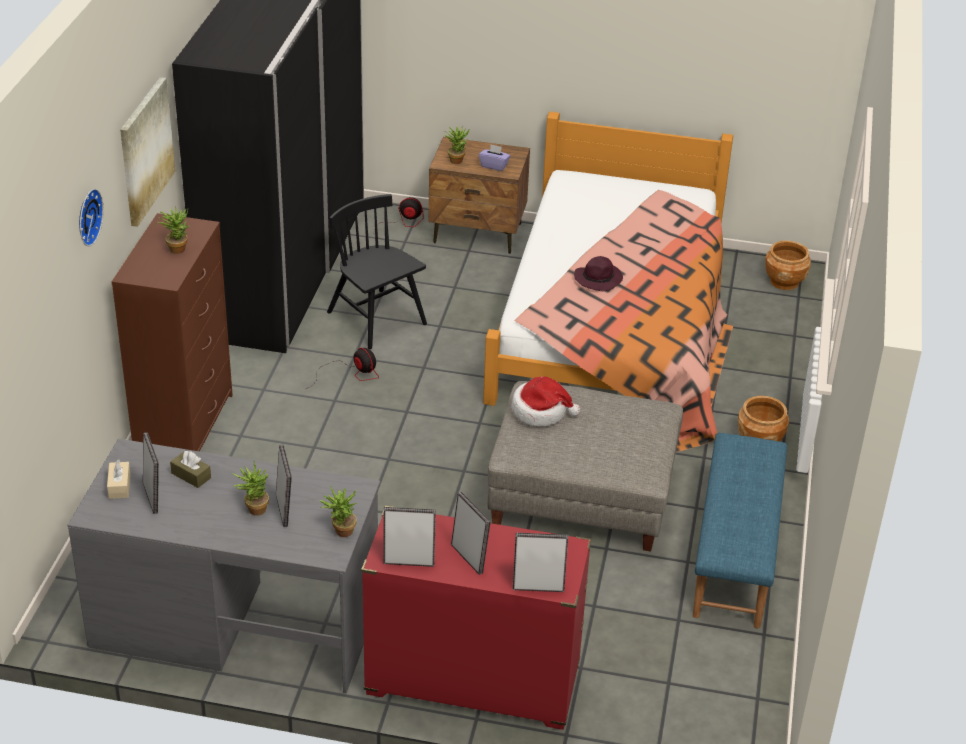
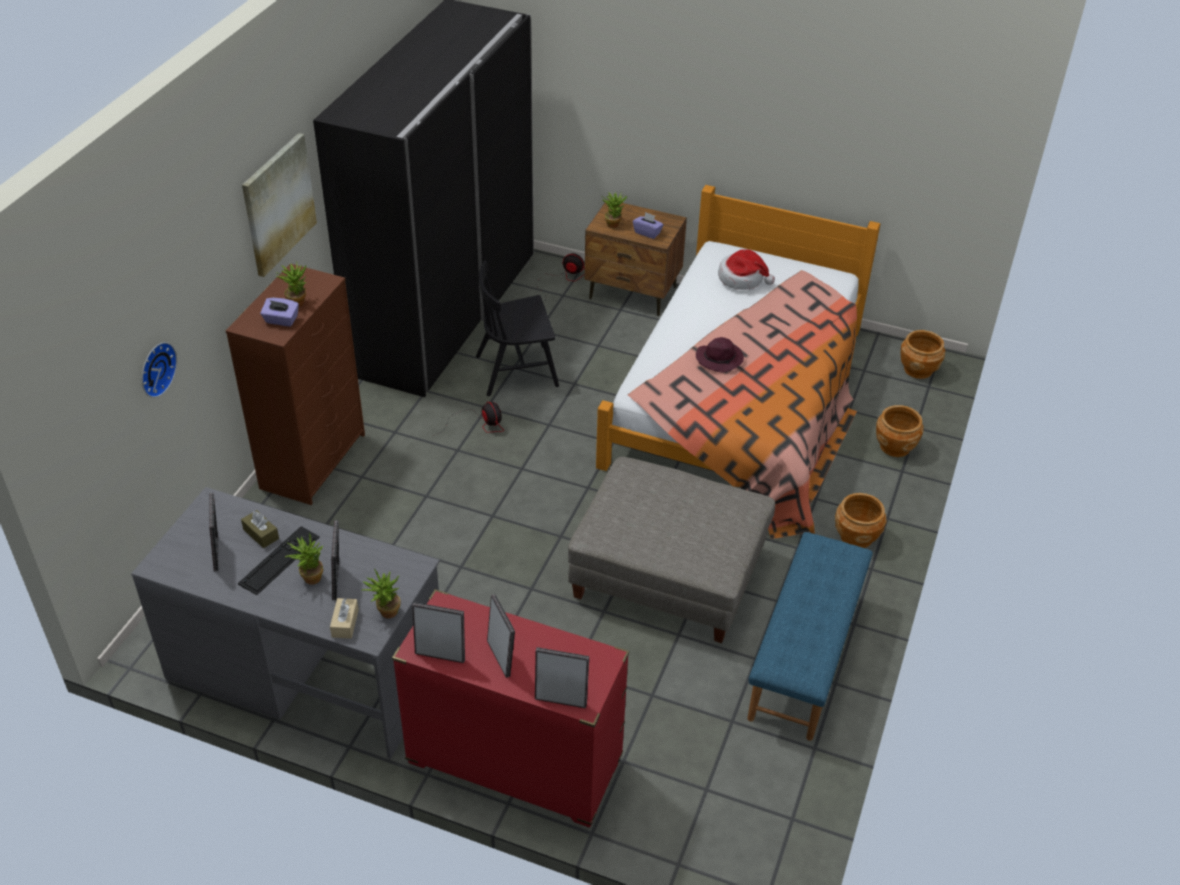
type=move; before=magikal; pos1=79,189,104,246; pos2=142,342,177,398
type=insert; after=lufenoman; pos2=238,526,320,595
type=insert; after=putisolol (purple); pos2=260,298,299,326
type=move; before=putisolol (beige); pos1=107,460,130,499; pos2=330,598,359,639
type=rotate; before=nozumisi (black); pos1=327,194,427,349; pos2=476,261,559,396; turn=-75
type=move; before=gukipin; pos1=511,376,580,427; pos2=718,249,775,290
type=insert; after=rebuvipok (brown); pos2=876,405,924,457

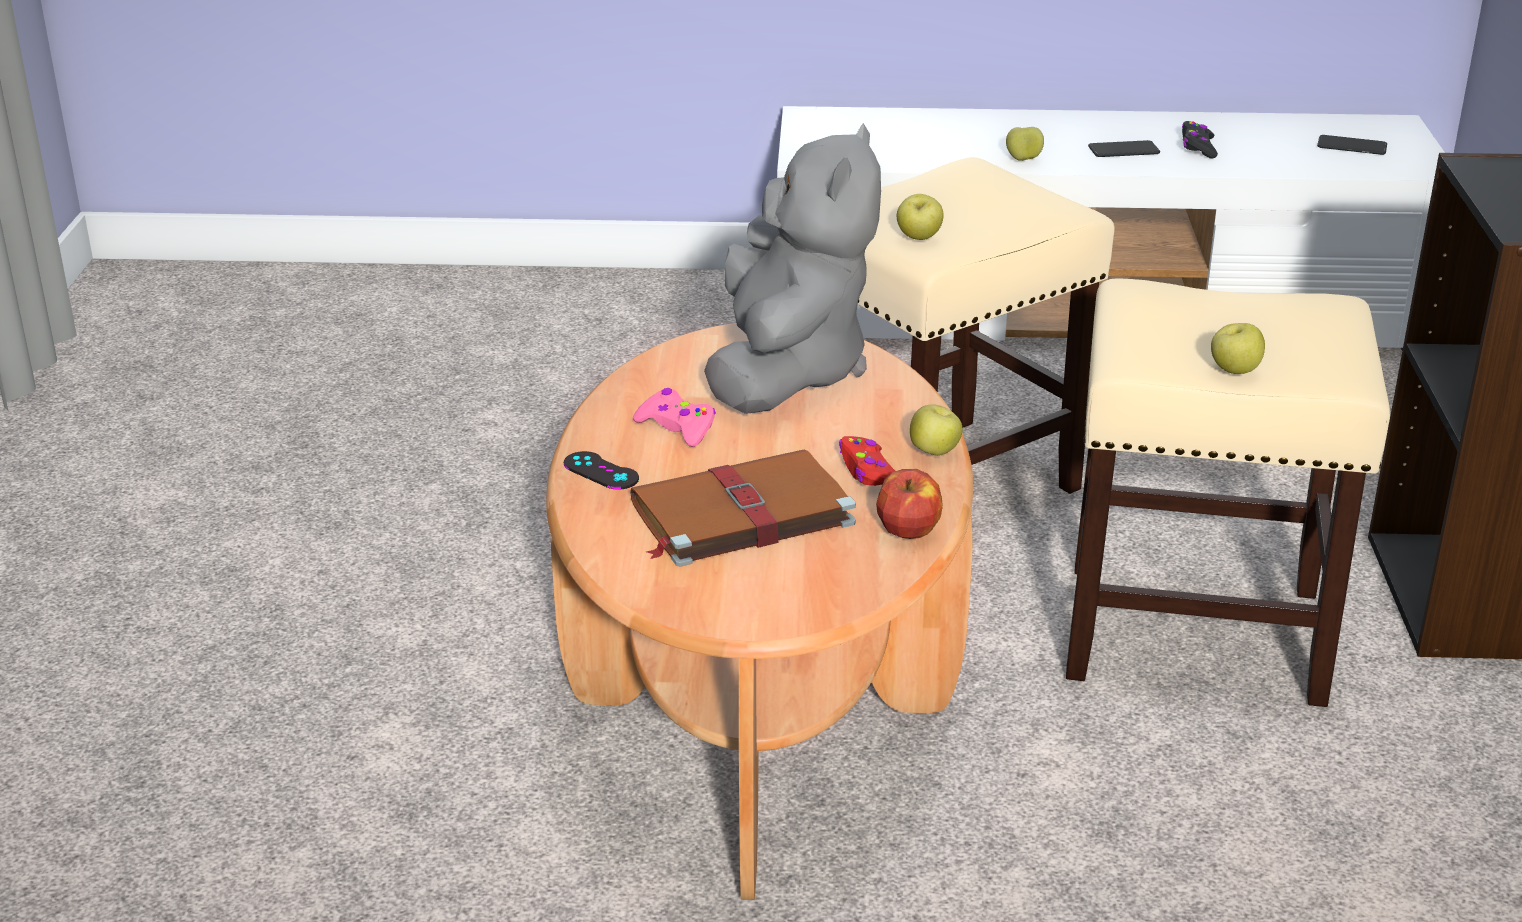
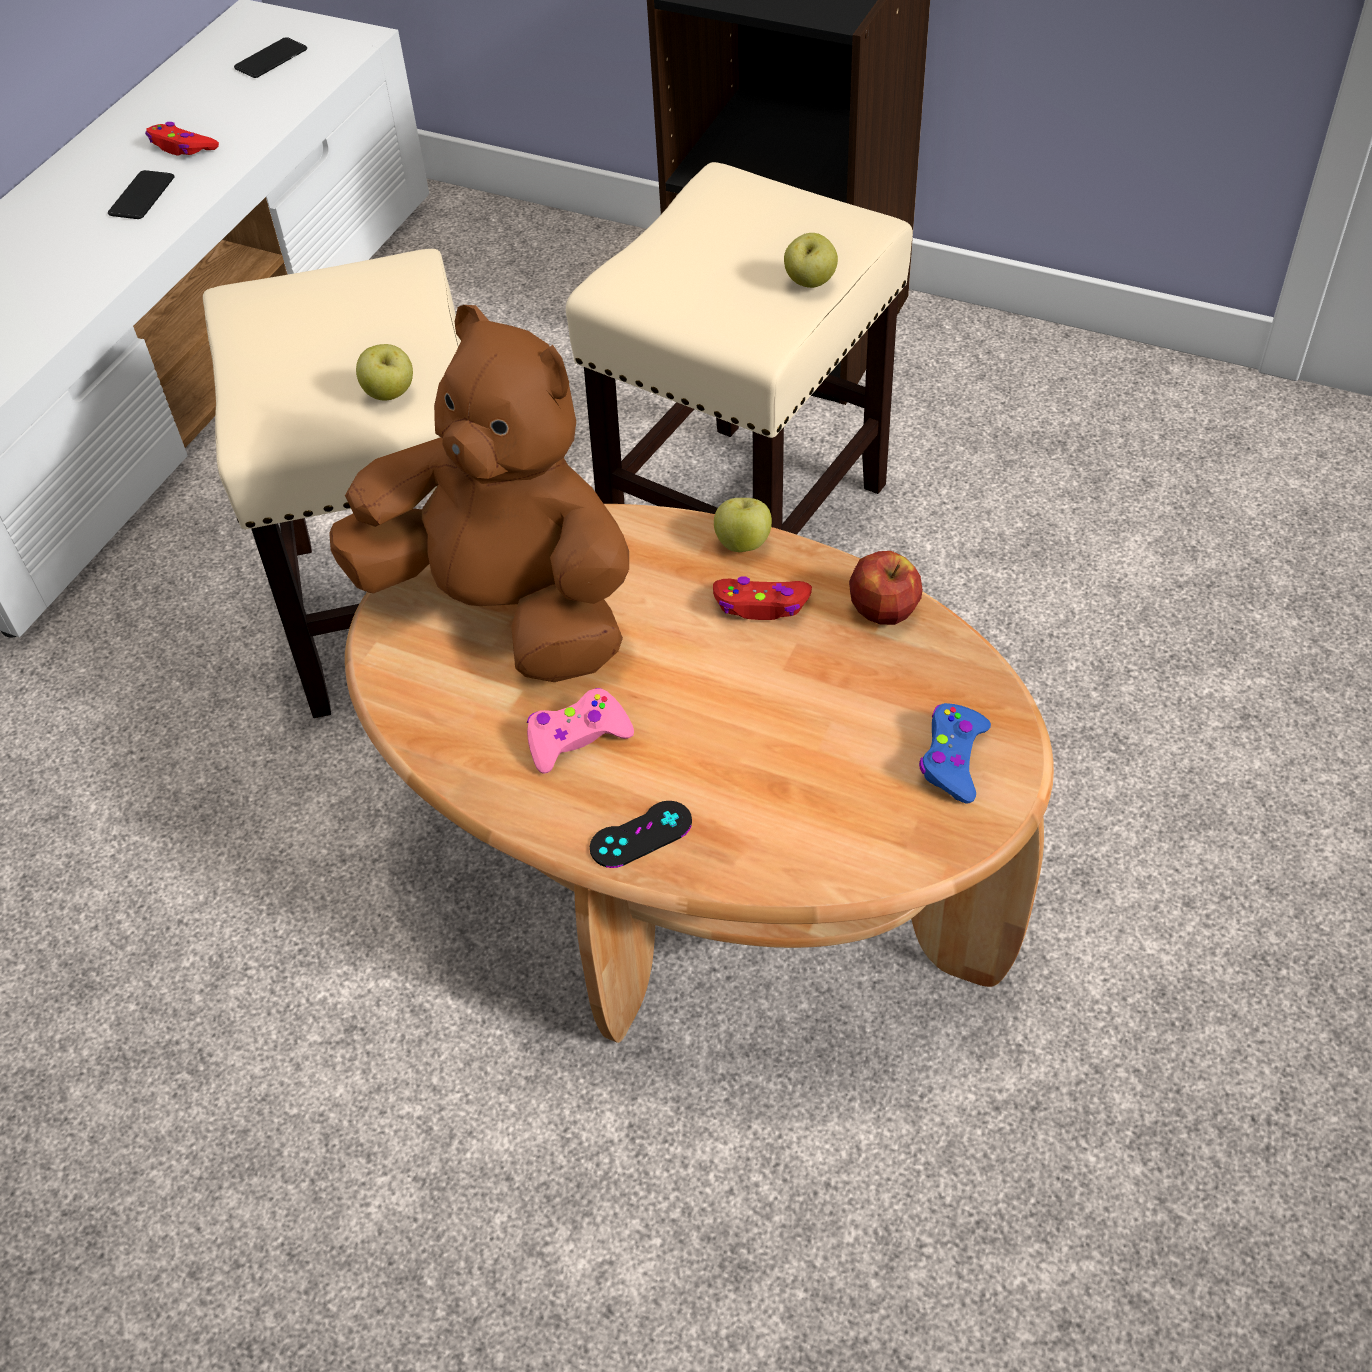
type=recolor; before=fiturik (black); after=fiturik (red); pos1=1182,121,1218,159; pos2=145,122,219,156
type=recolor; before=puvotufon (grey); after=puvotufon (brown); pos1=704,123,881,414; pos2=329,305,629,682
type=insert; after=fiturik (blue); pos2=919,703,991,804
type=delete; before=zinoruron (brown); pos1=630,450,856,567
type=delete; before=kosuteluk; pos1=1006,127,1044,161

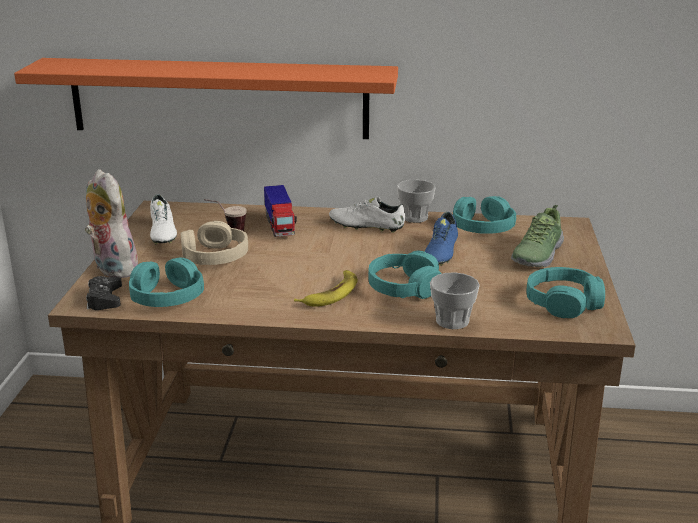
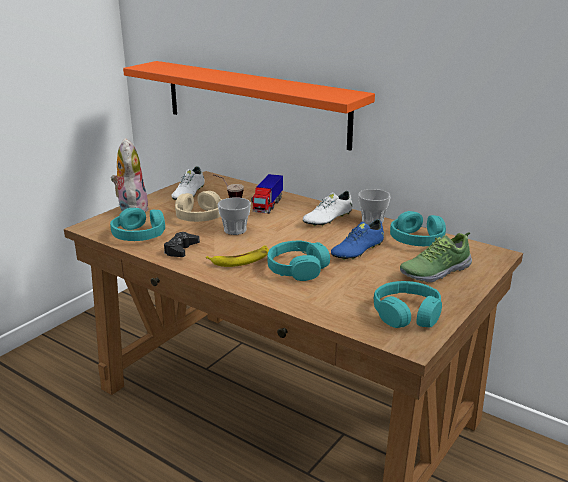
type=move; before=fiturik (black); pos1=86,276,122,310; pos2=164,232,200,257
type=move; before=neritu; pos1=430,272,480,329; pos2=218,197,251,235
type=rotate; before=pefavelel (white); pos1=329,197,405,233; pos2=303,191,352,226; turn=-90

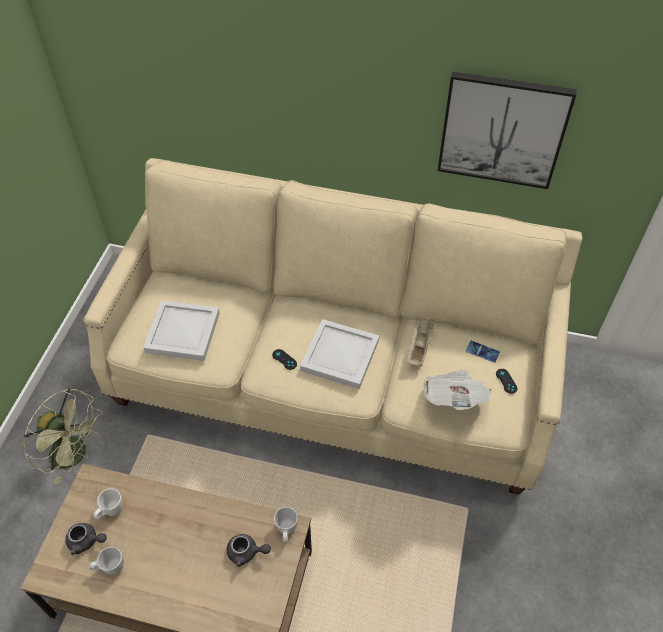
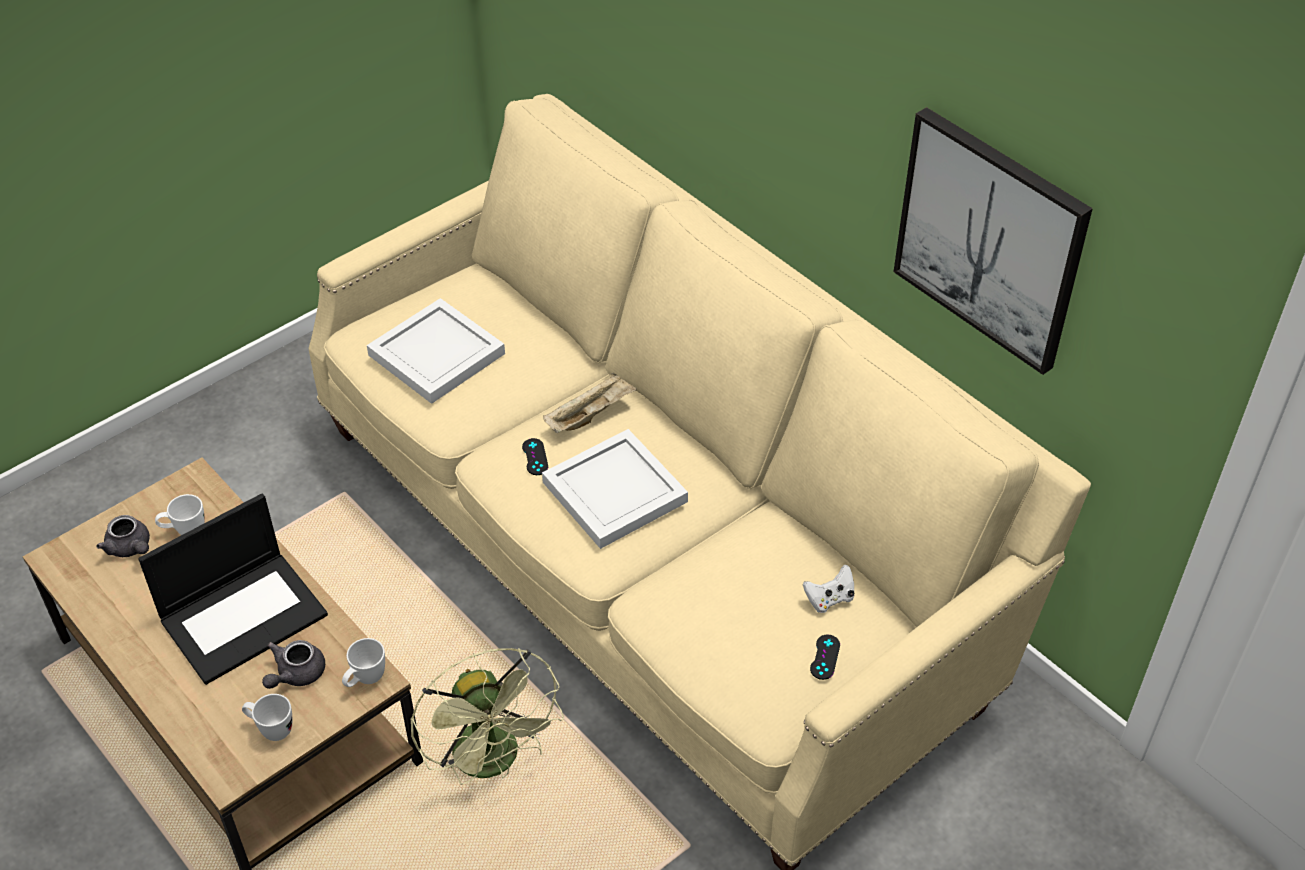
type=insert; after=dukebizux; pos2=138,494,328,685
type=move; before=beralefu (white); pos1=89,547,124,575; pos2=242,694,293,741
type=rotate; before=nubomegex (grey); pos1=227,534,271,567; pos2=262,640,325,689; turn=75
type=move; before=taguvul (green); pos1=23,388,103,484; pos2=411,648,564,785
type=move; before=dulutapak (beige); pos1=406,317,436,367; pos2=543,373,637,433
type=replace; before=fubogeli; after=fiturik (white); pos1=466,341,500,363; pos2=803,565,855,613
type=delete; before=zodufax; pos1=424,370,492,410

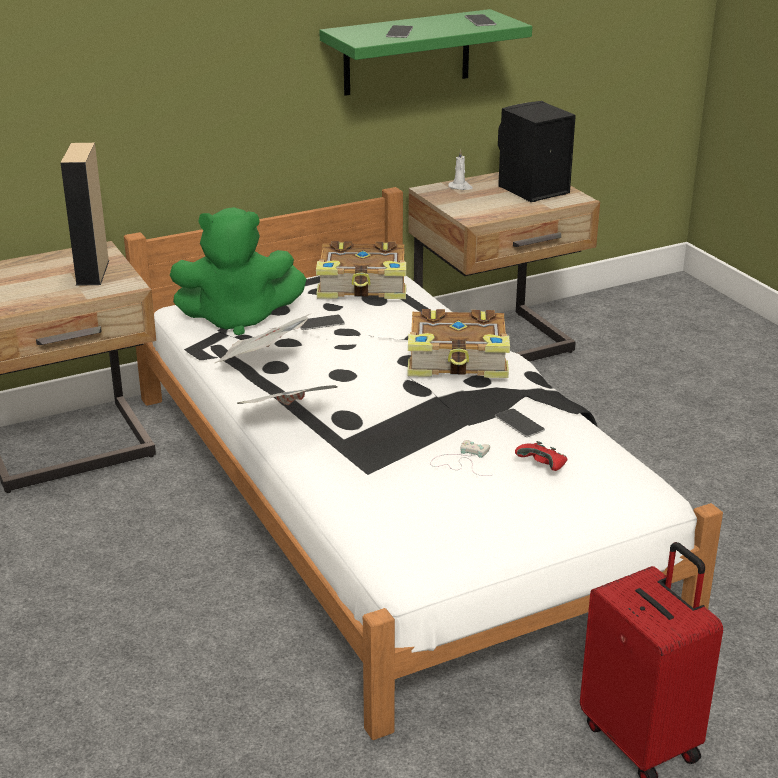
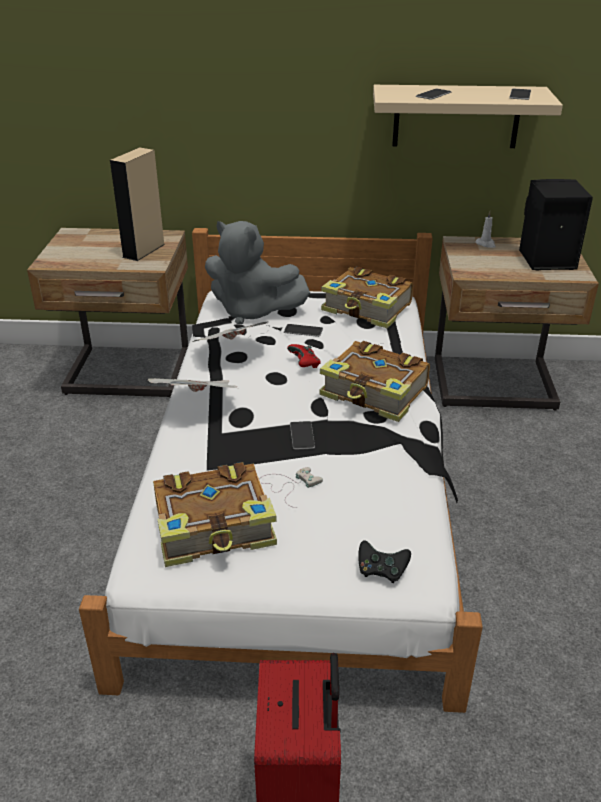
type=insert; after=zinoruron; pos2=153,462,277,567
type=recolor; before=puvotufon (green); after=puvotufon (grey); pos1=170,207,306,335; pos2=205,221,310,324
type=move; before=fiturik (red); pos1=515,441,568,471; pos2=287,344,321,368
type=move; before=fubogeli; pos1=495,408,545,437; pos2=290,421,315,450
type=insert; after=fiturik (black); pos2=358,540,411,583
type=recolor; before=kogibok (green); after=kogibok (beige); pos1=319,9,532,96; pos2=373,85,563,148

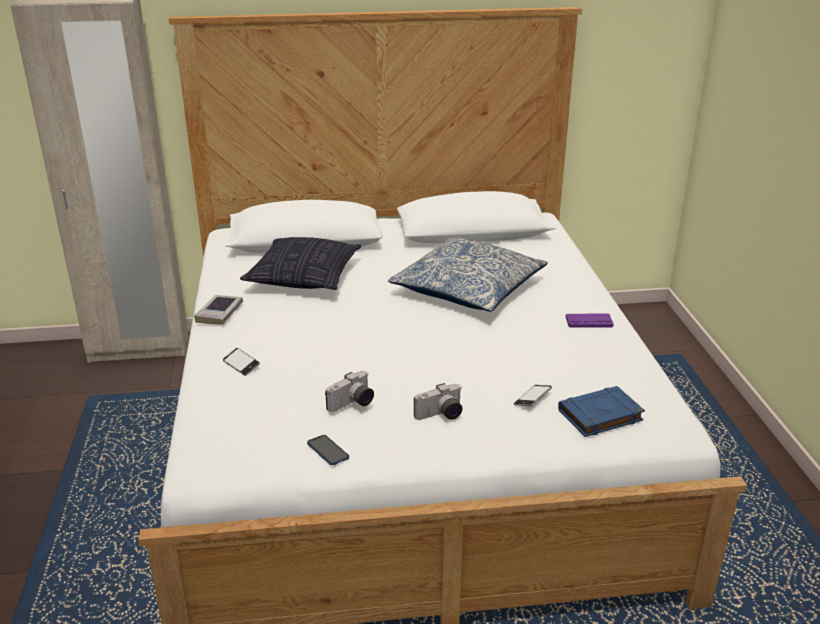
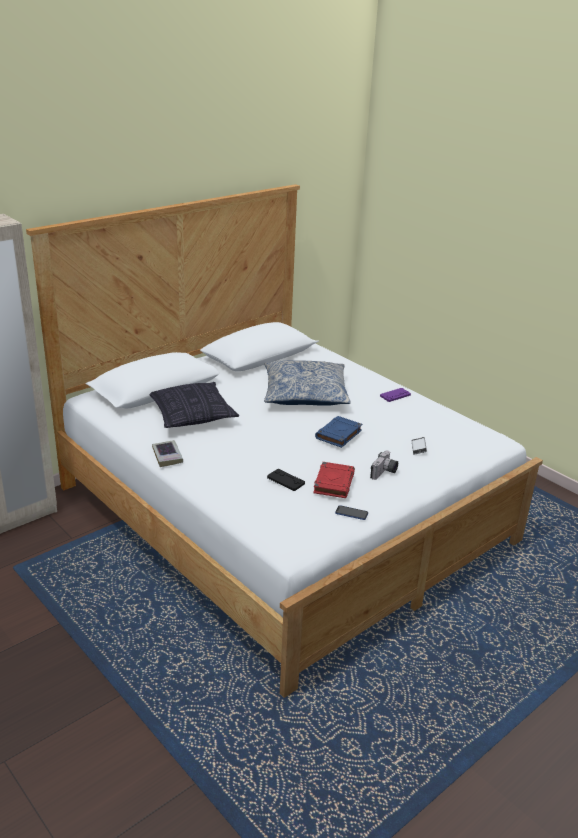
type=insert; after=fiturik (black); pos2=267,469,305,491
type=replace; before=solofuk; after=zinoruron (red); pos1=325,371,374,412; pos2=313,462,355,498
type=move; before=zinoruron (blue); pos1=558,386,645,437; pos2=315,416,362,448
type=delete; before=fubogeli; pos1=223,348,260,376

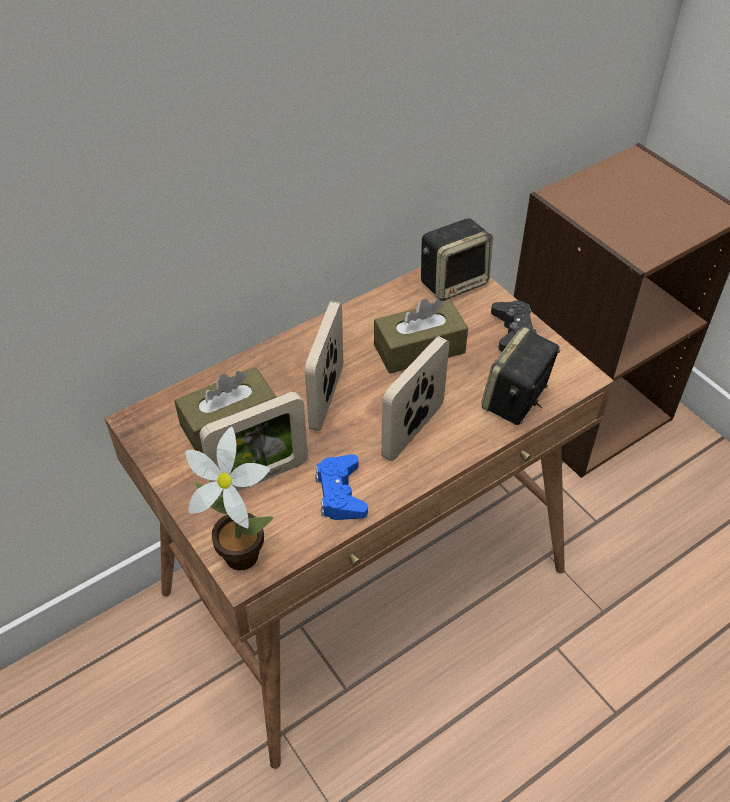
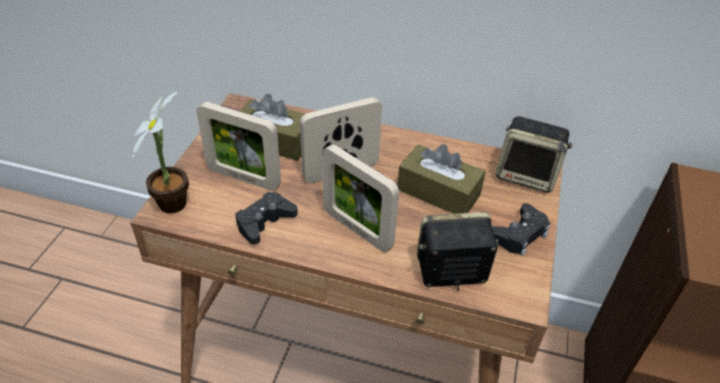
type=recolor; before=fiturik (blue); after=fiturik (black); pos1=315,454,368,520; pos2=235,192,298,245
type=rotate; before=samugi; pos1=381,336,449,461; pos2=322,144,399,252; turn=-135

